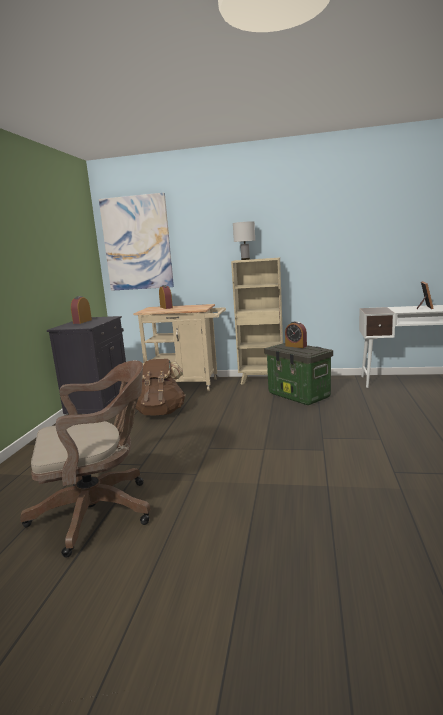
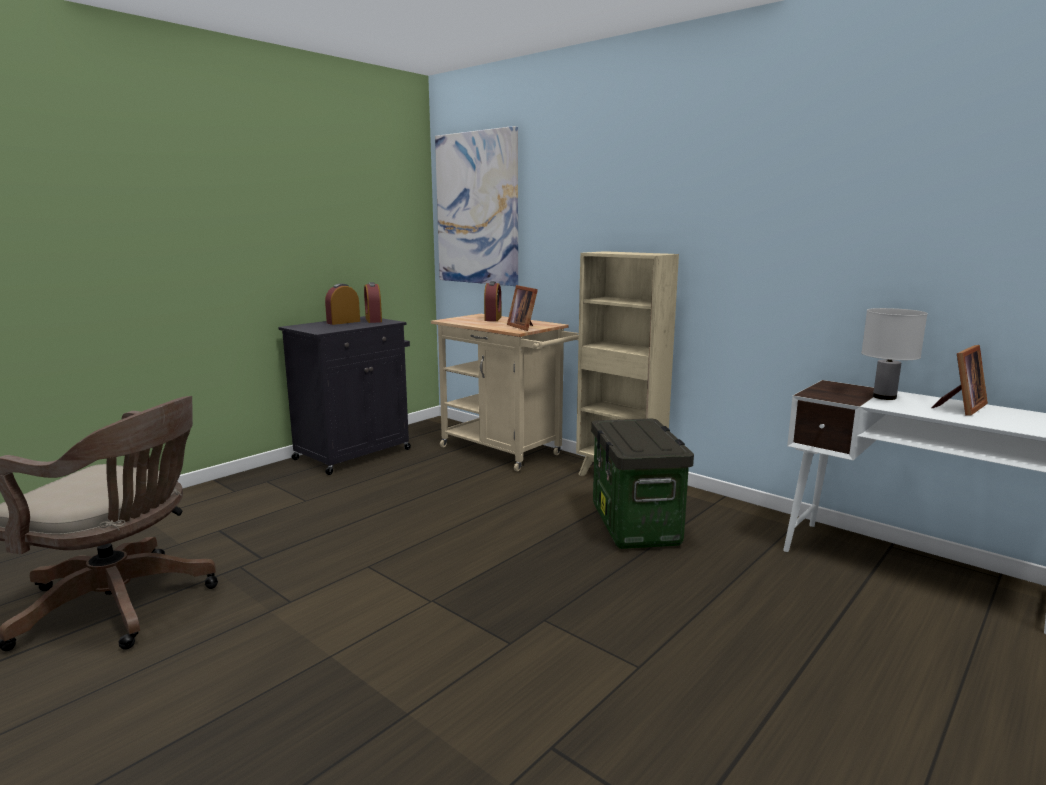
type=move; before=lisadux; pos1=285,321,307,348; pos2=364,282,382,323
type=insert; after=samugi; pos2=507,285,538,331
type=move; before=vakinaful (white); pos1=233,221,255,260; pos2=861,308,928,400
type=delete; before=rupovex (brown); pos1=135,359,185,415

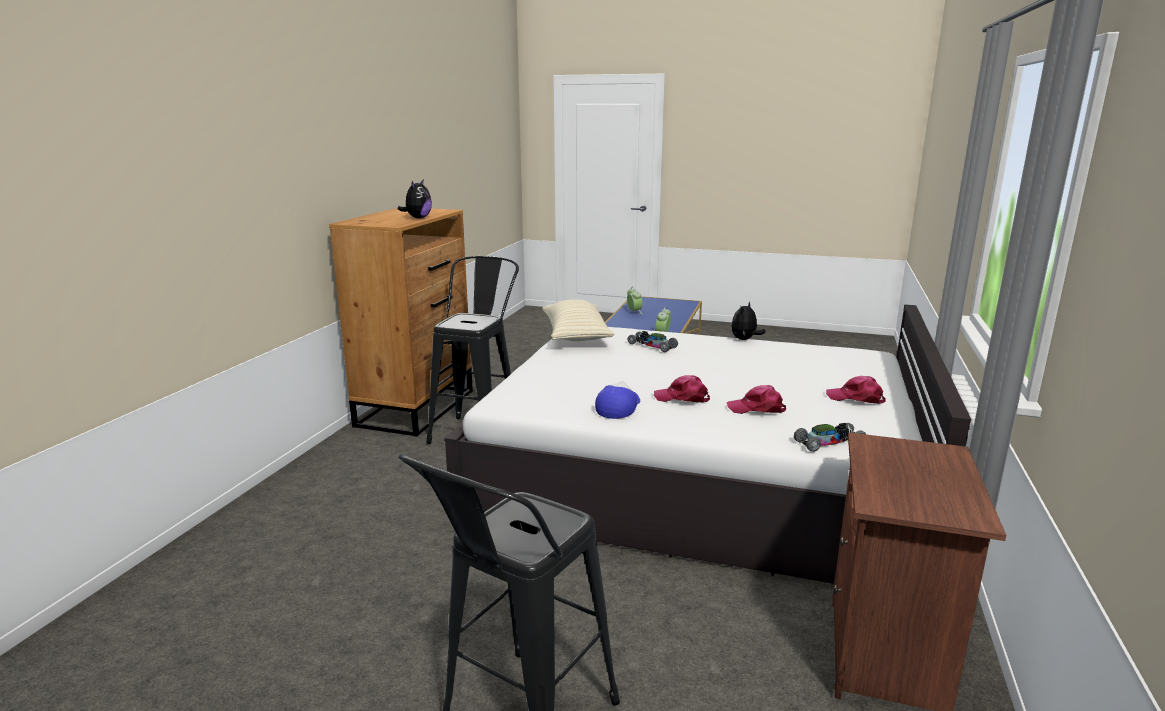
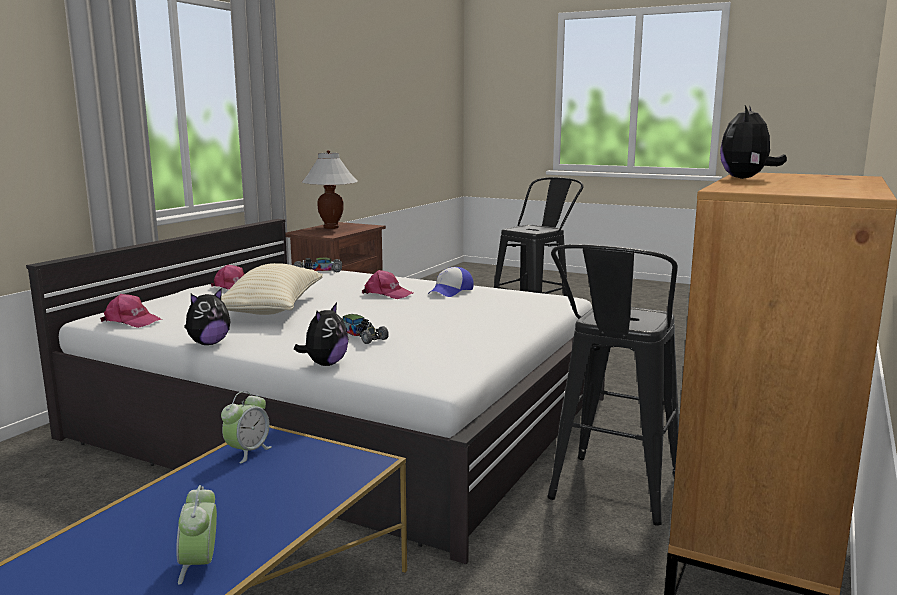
type=move; before=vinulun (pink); pos1=727,385,786,414; pos2=100,294,162,328
type=move; before=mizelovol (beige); pos1=542,299,614,341; pos2=221,263,323,315
type=insert; after=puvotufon; pos2=294,303,348,366
type=insert; after=vakinaful (white); pos2=301,150,358,229

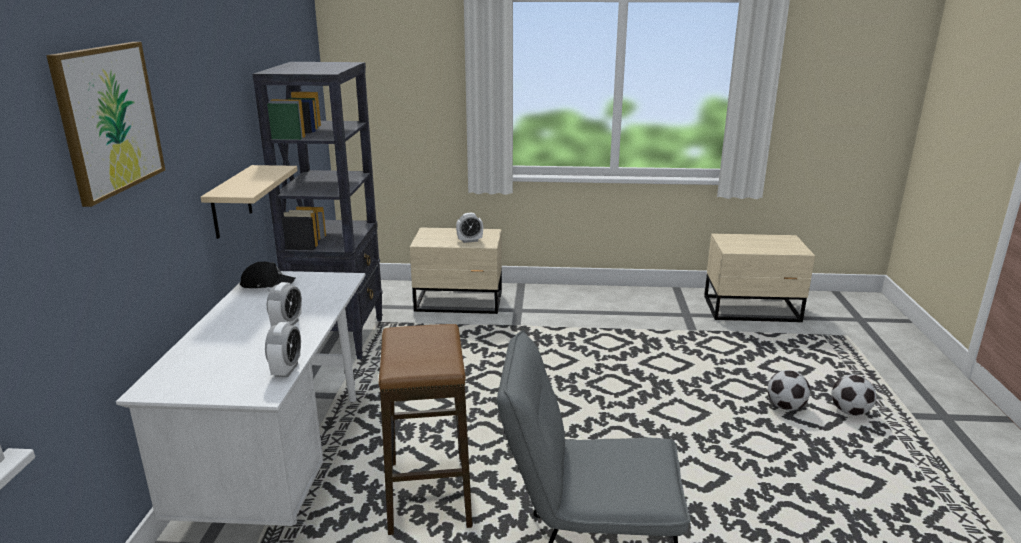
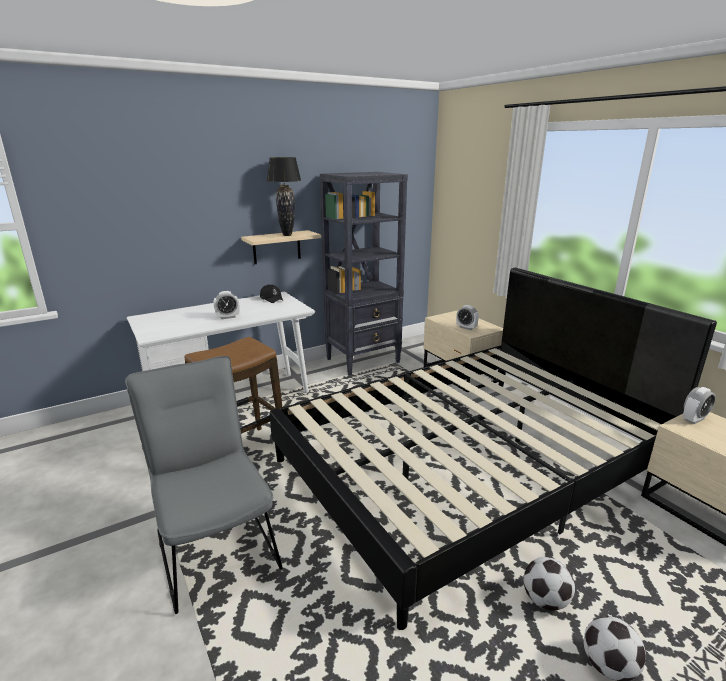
type=insert; after=vakinaful (black); pos2=267,157,301,236
type=insert; after=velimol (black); pos2=269,268,717,630
type=move; before=lisadux; pos1=265,322,301,377; pos2=683,387,716,424
type=delete; before=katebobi; pos1=46,42,165,207

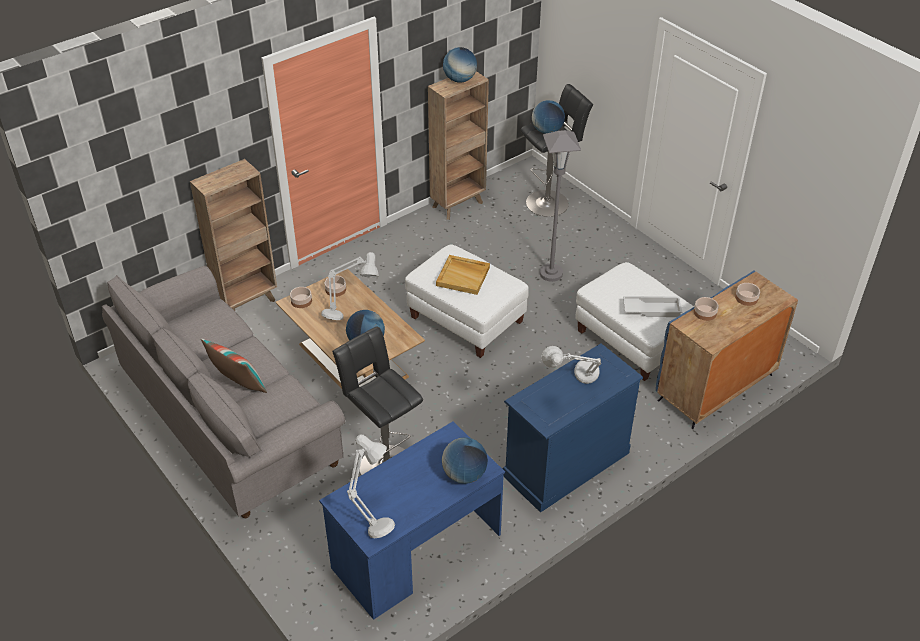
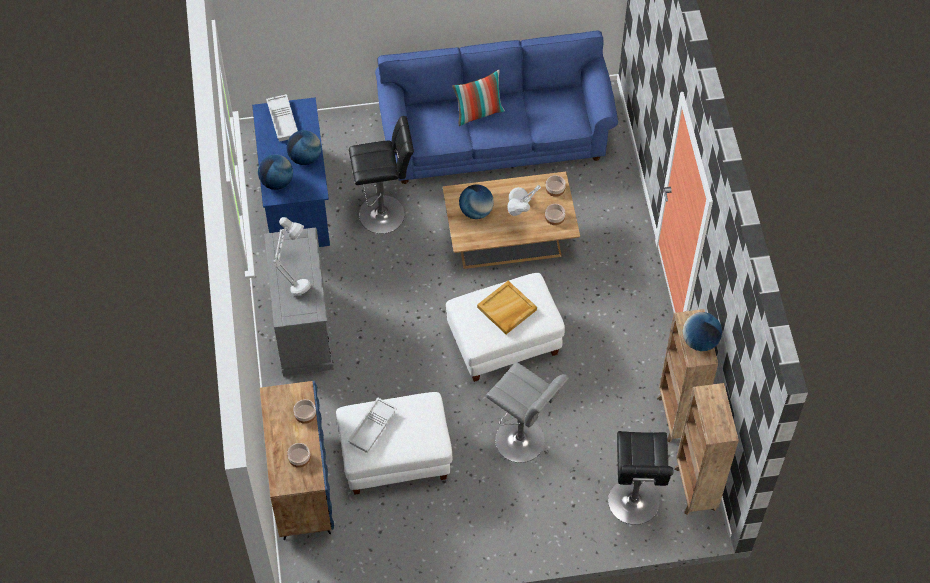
type=recolor; before=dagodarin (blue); after=dagodarin (grey); pos1=503,343,643,513; pos2=264,228,334,376
type=replace; before=vakinaful (grey); after=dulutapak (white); pos1=347,435,395,538; pos2=266,94,298,142
type=move; before=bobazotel; pos1=532,100,565,134; pos2=286,130,322,165
type=recolor; before=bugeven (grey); after=bugeven (blue); pos1=102,266,345,518; pos2=375,31,618,184
type=replace; before=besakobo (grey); after=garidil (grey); pos1=540,130,581,282; pos2=486,362,569,463
type=move; before=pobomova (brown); pos1=190,159,277,311; pos2=674,383,739,515

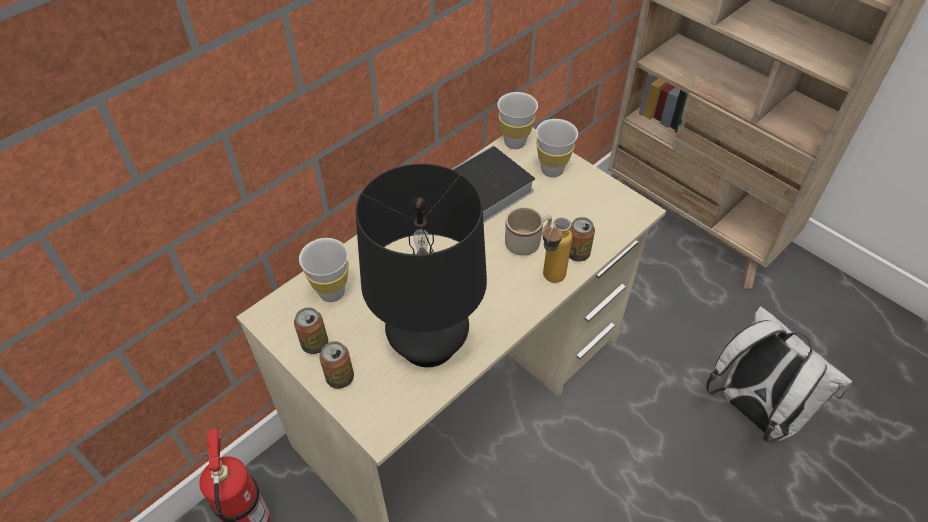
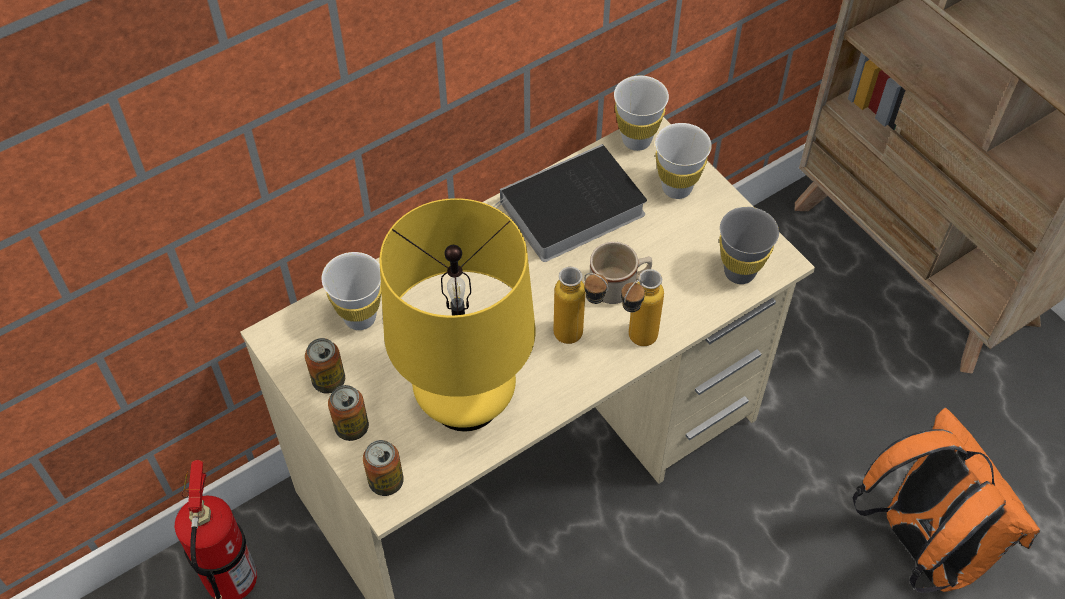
type=move; before=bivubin; pos1=569,217,595,262; pos2=363,440,404,496
type=recolor; before=vakinaful (black); after=vakinaful (yellow); pos1=356,164,487,367; pos2=379,198,535,432
type=insert; after=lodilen; pos2=554,267,608,344
type=insert; after=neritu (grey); pos2=719,207,779,284
type=recolor; before=rupovex (white); after=rupovex (orange); pos1=706,306,853,444; pos2=852,408,1040,593

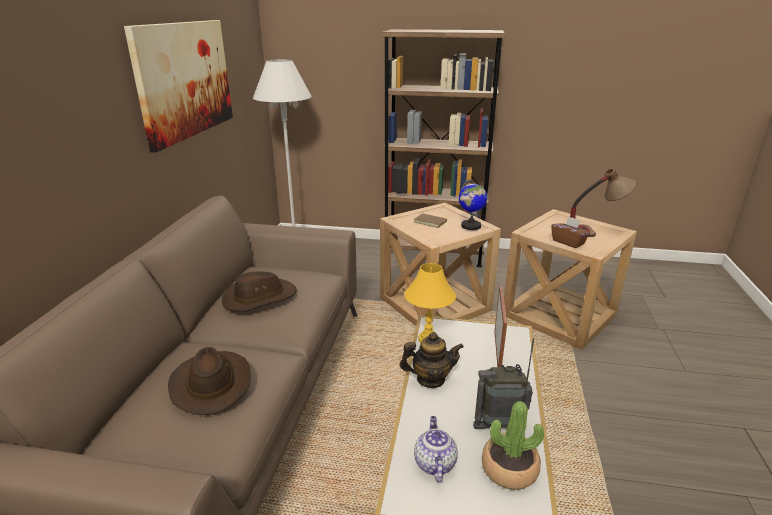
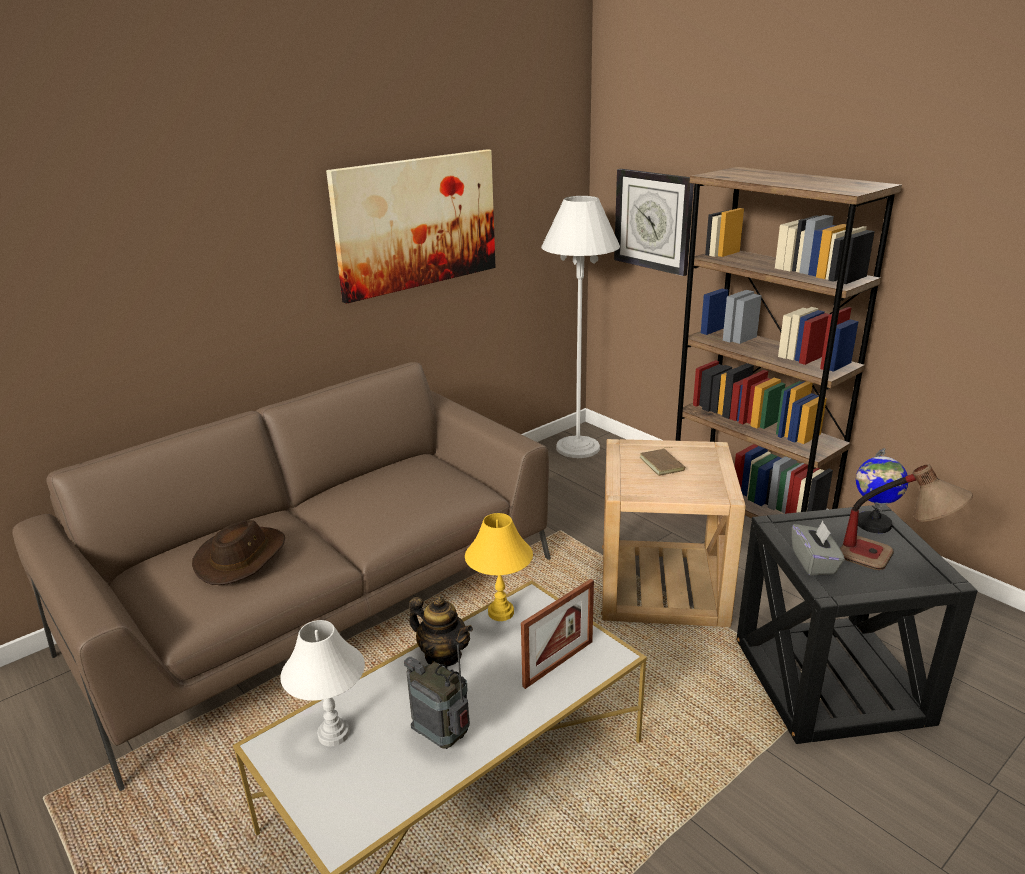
type=replace; before=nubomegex; after=vakinaful (white); pos1=414,416,458,482; pos2=280,620,365,747
type=insert; after=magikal; pos2=614,169,694,276
type=recolor; before=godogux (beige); after=godogux (black); pos1=504,209,637,350; pos2=736,504,977,744
type=recolor; before=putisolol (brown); after=putisolol (grey); pos1=551,216,590,248; pos2=792,521,845,575
type=move; before=bobazotel; pos1=459,179,487,230; pos2=856,448,908,533
type=delete; before=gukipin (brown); pos1=222,271,297,311
type=delete; before=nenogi; pos1=482,401,544,490

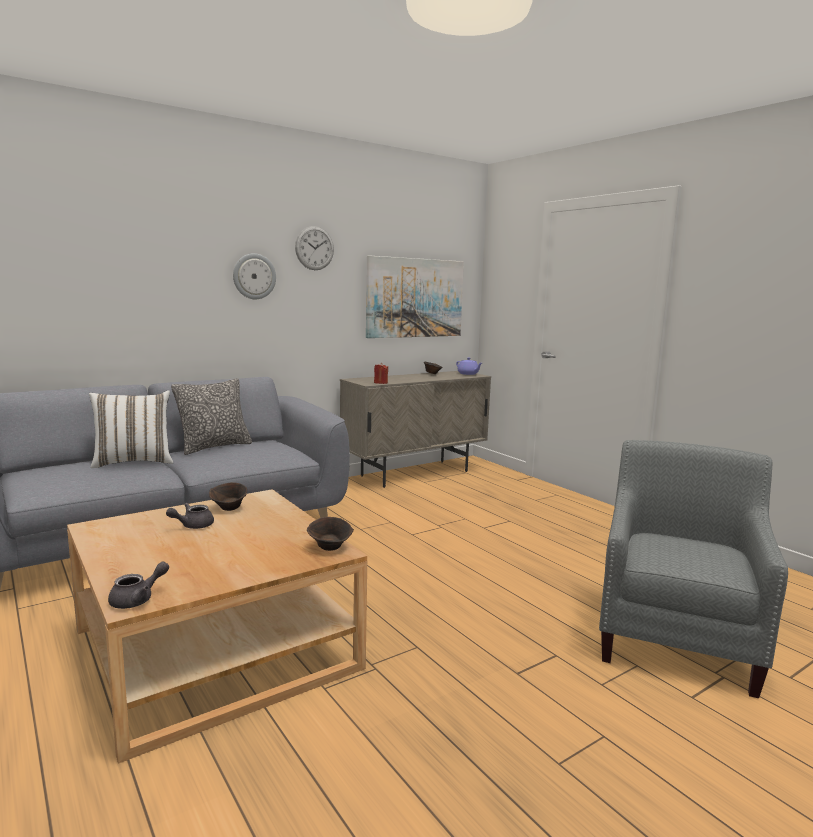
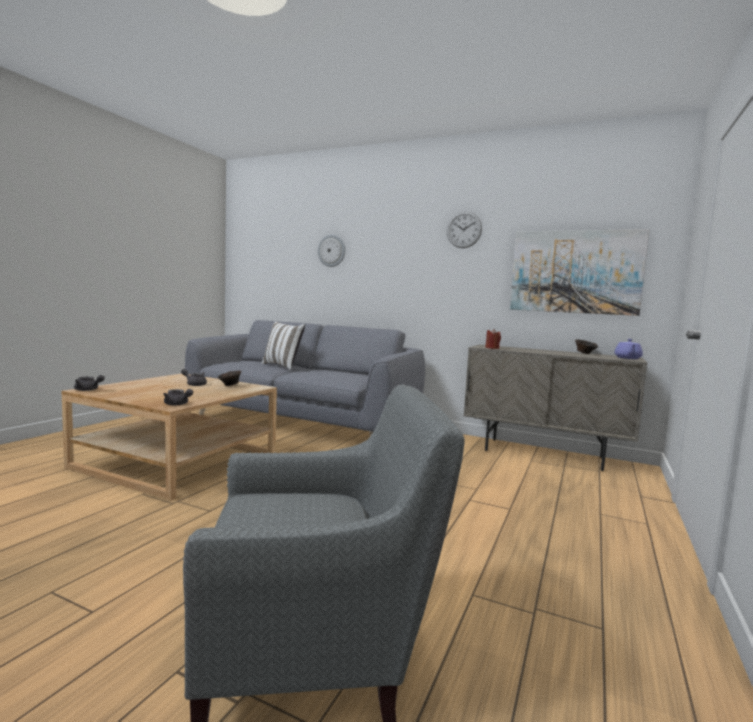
type=replace; before=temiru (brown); after=nubomegex (grey); pos1=307,517,354,551; pos2=163,389,193,405
type=move; before=magikal; pos1=233,253,276,299; pos2=318,234,345,267
type=delete; before=mizelovol; pos1=171,378,252,455

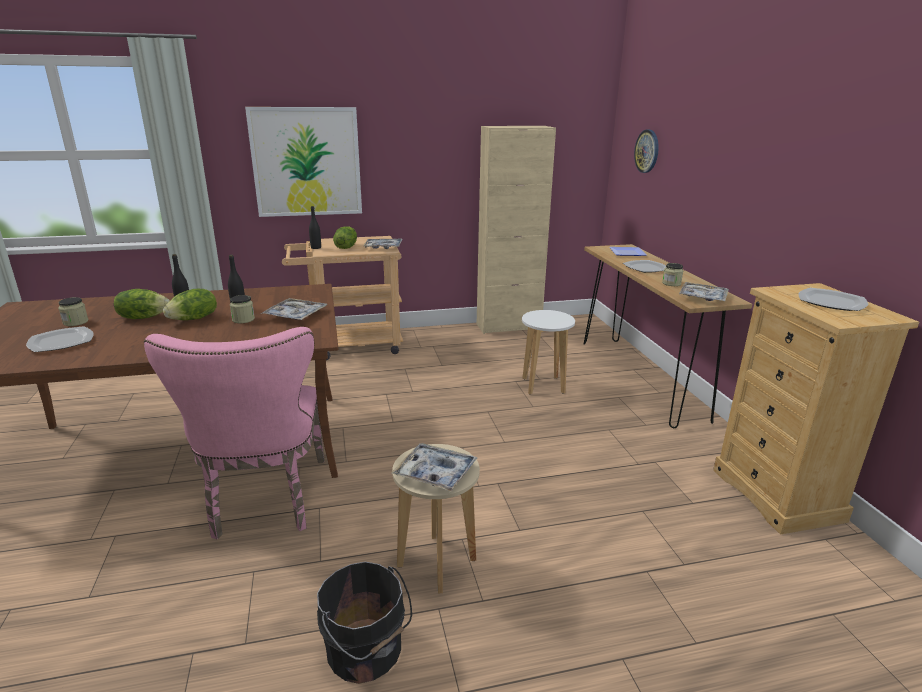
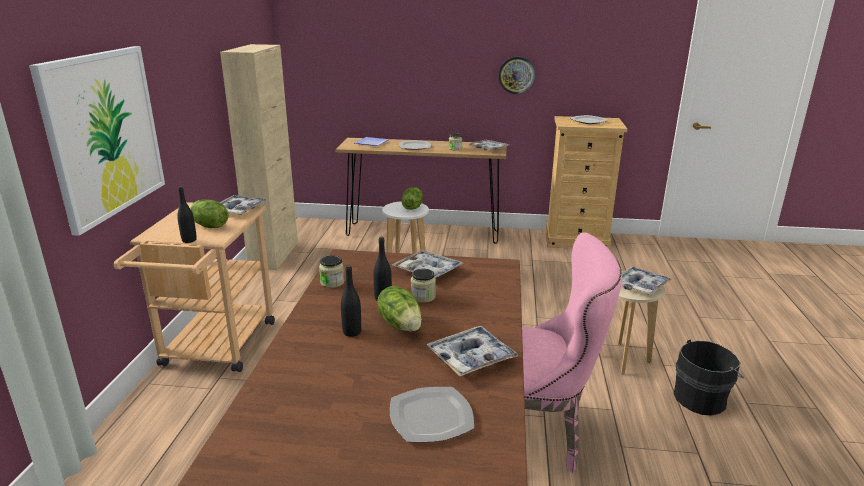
type=move; before=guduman; pos1=58,297,88,326; pos2=319,256,344,288
type=move; before=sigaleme; pos1=114,289,170,319; pos2=402,187,423,210
type=insert; after=dulutapak; pos2=427,326,519,376
type=move; before=magikal; pos1=634,130,659,173; pos2=498,57,535,94

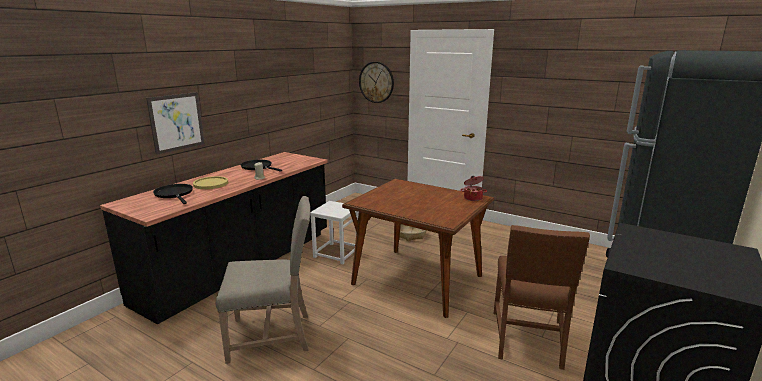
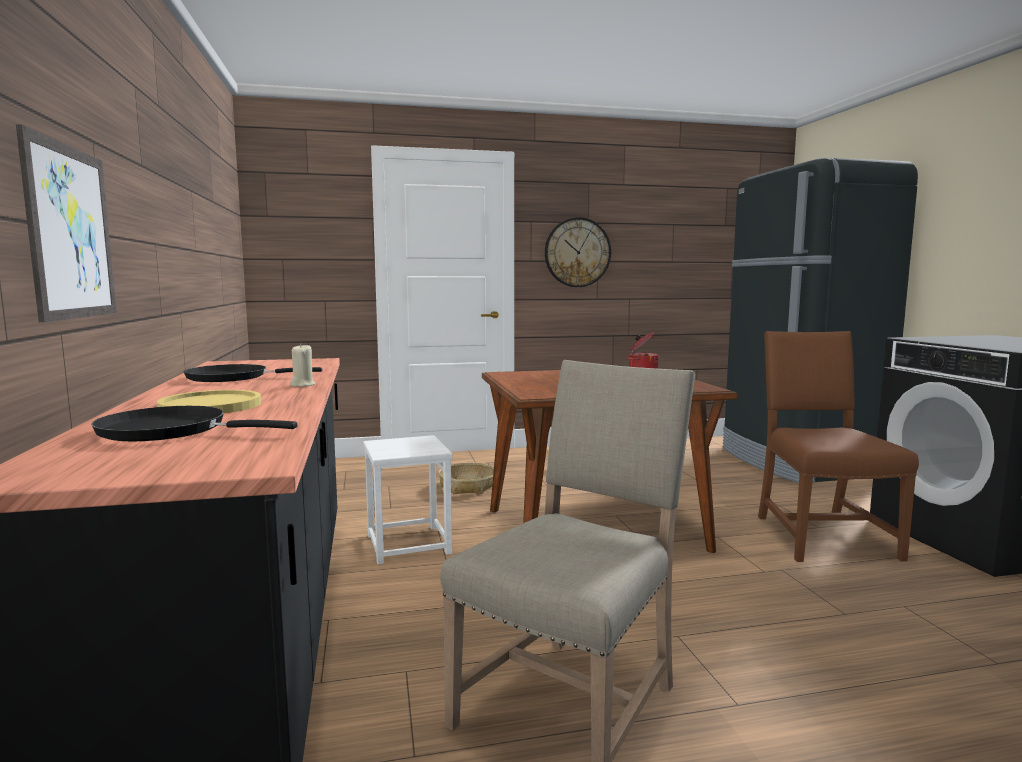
type=move; before=magikal; pos1=359,62,394,103; pos2=545,217,611,287
type=rotate; before=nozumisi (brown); pos1=494,225,590,370; pos2=758,331,919,562; turn=-150

